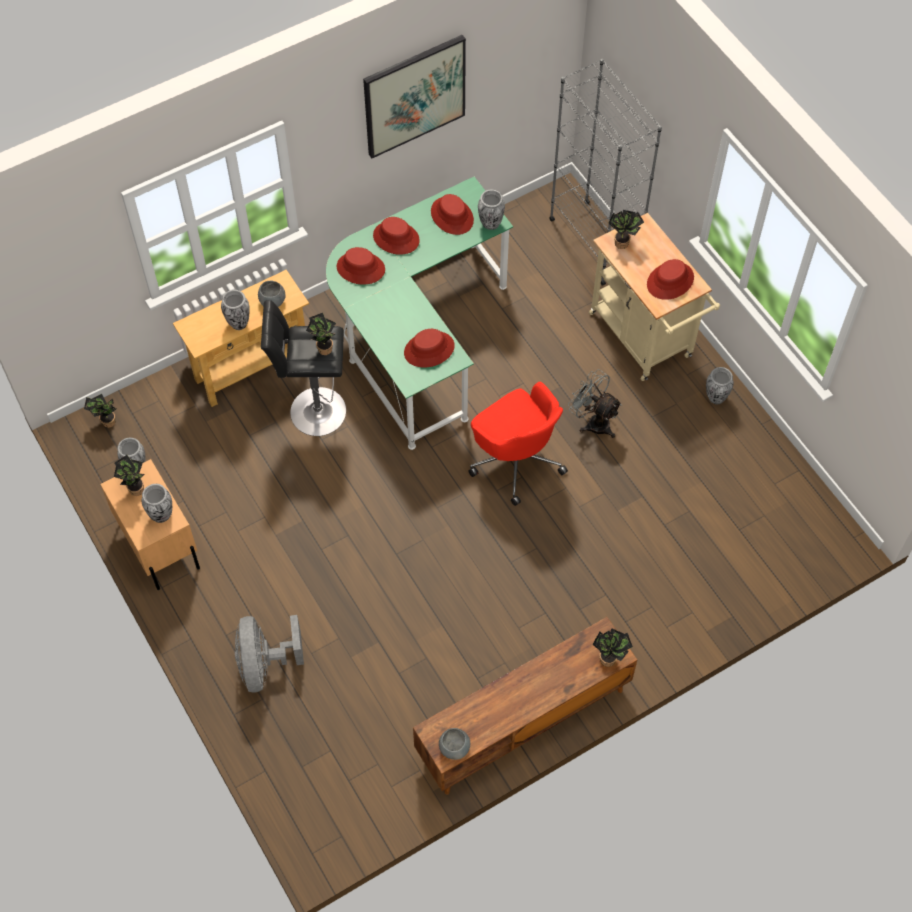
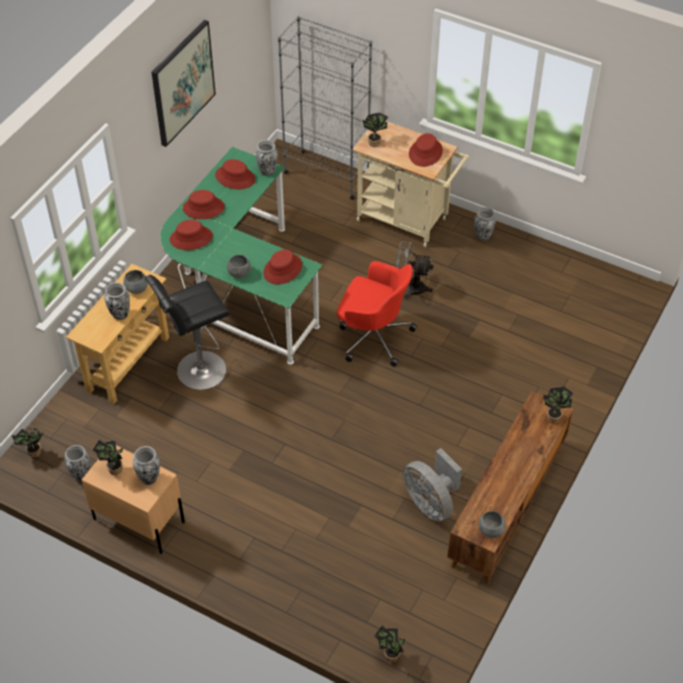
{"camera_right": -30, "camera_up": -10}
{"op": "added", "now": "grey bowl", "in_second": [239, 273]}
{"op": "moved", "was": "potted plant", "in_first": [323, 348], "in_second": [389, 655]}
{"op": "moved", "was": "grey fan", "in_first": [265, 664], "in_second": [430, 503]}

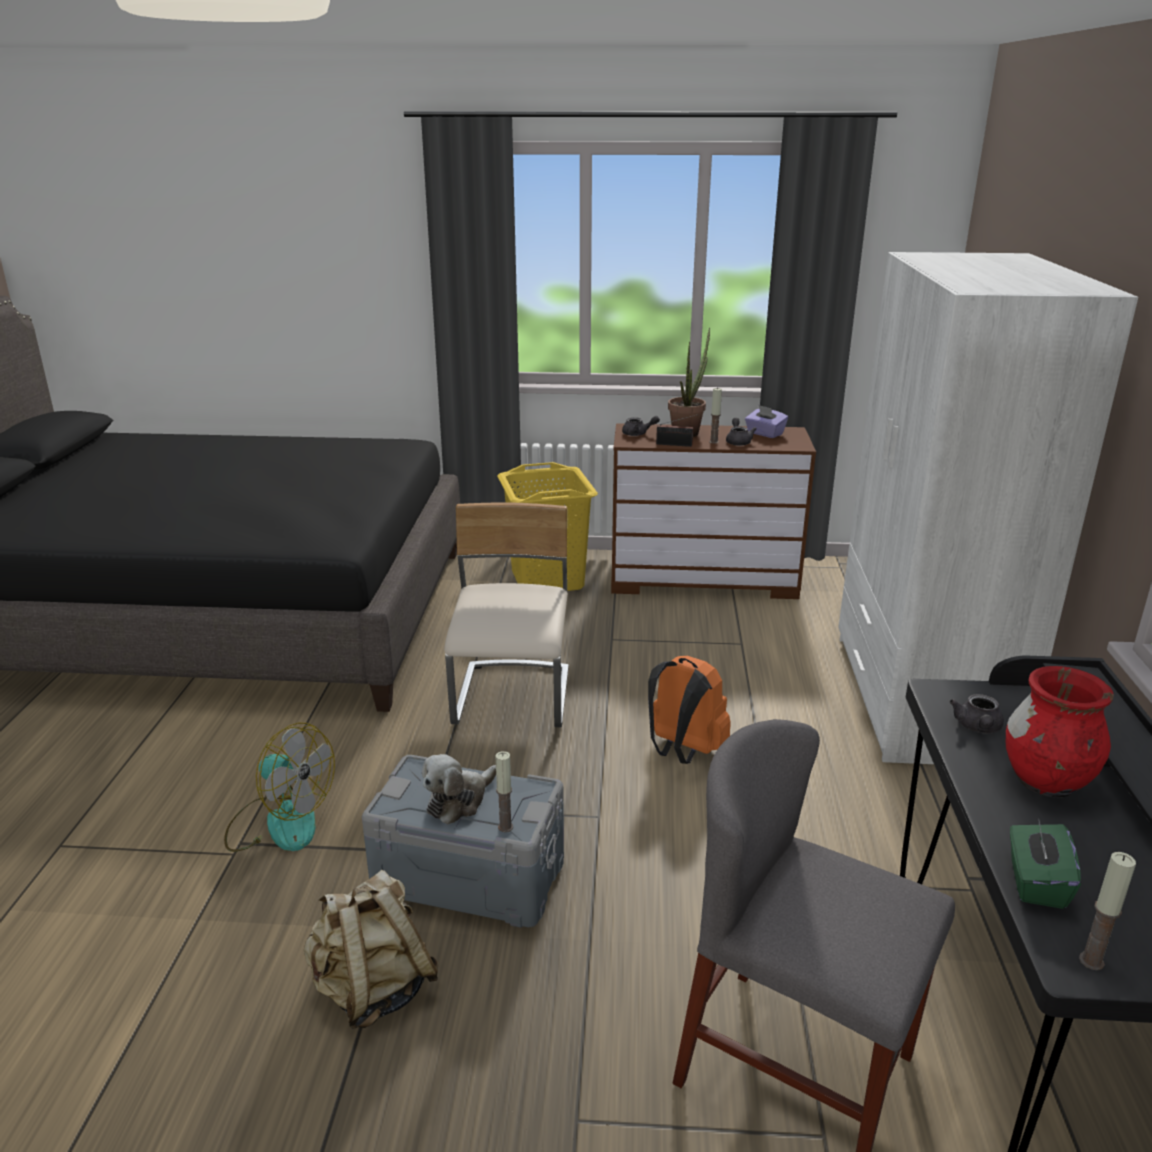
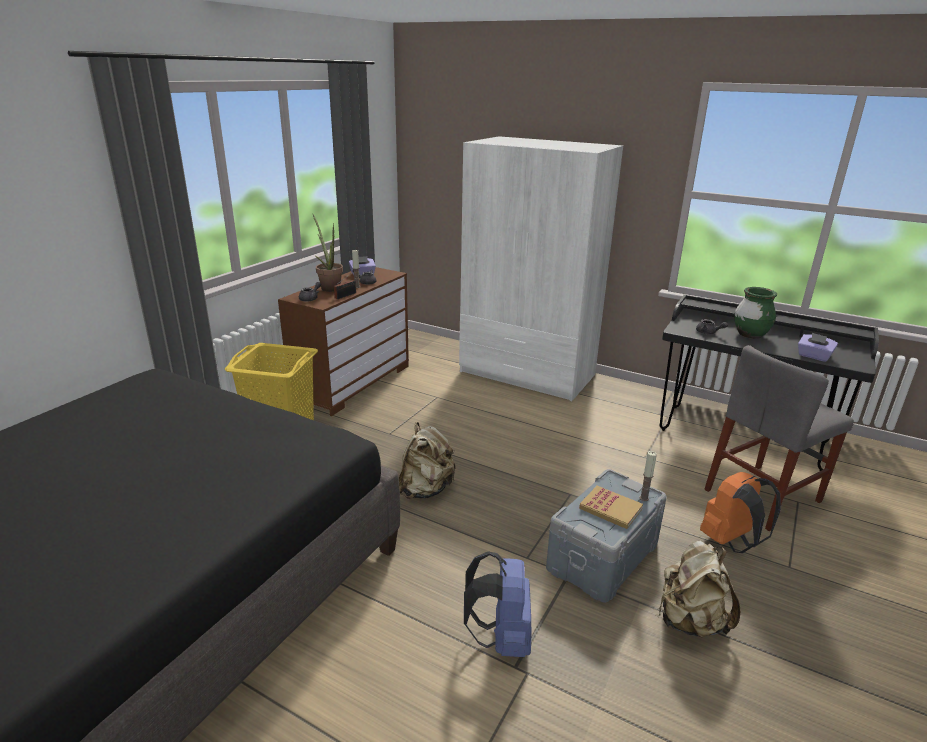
{"camera_right": -65, "camera_up": 0}
{"op": "replaced", "was": "beige chair", "now": "beige backpack", "in_first": [514, 698], "in_second": [425, 489]}
{"op": "replaced", "was": "fan", "now": "blue backpack", "in_first": [280, 822], "in_second": [501, 638]}
{"op": "replaced", "was": "plush toy", "now": "book", "in_first": [459, 801], "in_second": [610, 509]}
{"op": "moved", "was": "orange backpack", "in_first": [683, 751], "in_second": [730, 542]}
{"op": "recoloured", "was": "red vase", "now": "green vase", "in_first": [1046, 782], "in_second": [750, 335]}
{"op": "recoloured", "was": "green tissue box", "now": "purple tissue box", "in_first": [1035, 882], "in_second": [813, 356]}
{"op": "removed", "was": "candle", "in_first": [1091, 961]}

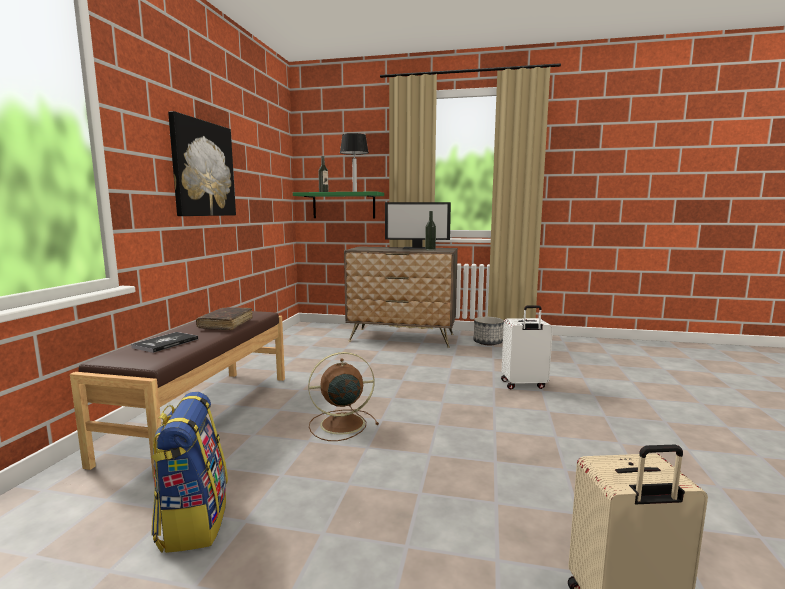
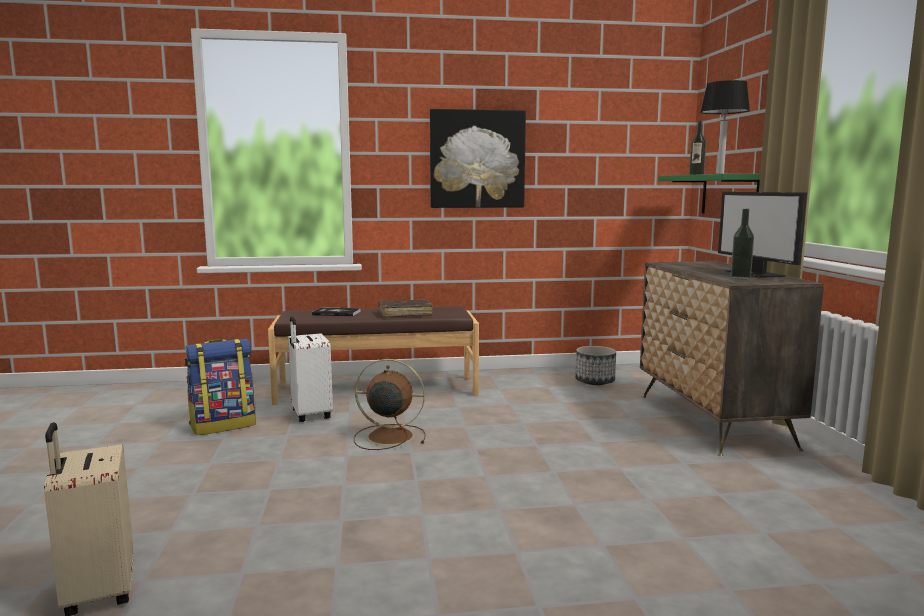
{"camera_right": 70, "camera_up": 0}
{"op": "moved", "was": "white suitcase", "in_first": [523, 385], "in_second": [310, 415]}
{"op": "turned", "was": "brown fan", "in_first": [340, 424], "in_second": [388, 437], "clockwise": -45}
{"op": "moved", "was": "planter", "in_first": [487, 342], "in_second": [595, 381]}

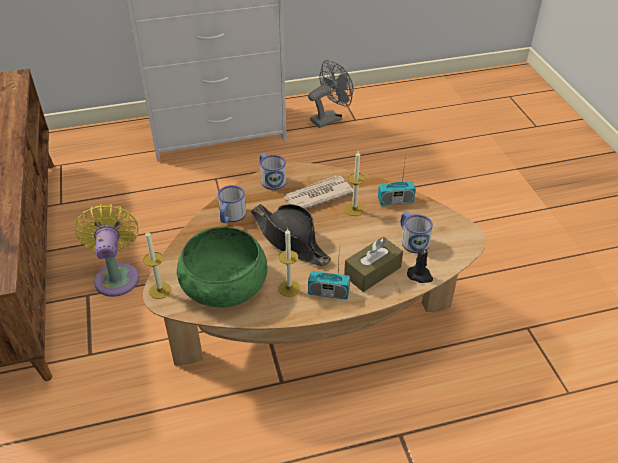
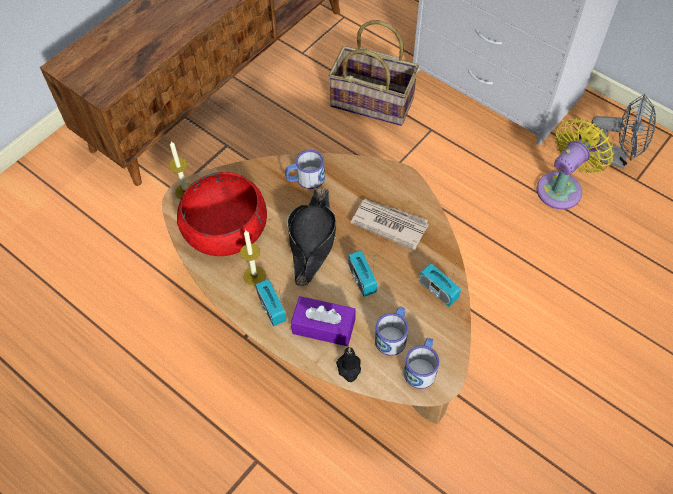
{"camera_right": 55, "camera_up": 15}
{"op": "recoloured", "was": "green bowl", "now": "red bowl", "in_first": [224, 283], "in_second": [225, 227]}
{"op": "recoloured", "was": "brown tissue box", "now": "purple tissue box", "in_first": [372, 271], "in_second": [323, 326]}
{"op": "added", "now": "basket", "in_second": [373, 101]}
{"op": "added", "now": "radio", "in_second": [362, 279]}
{"op": "moved", "was": "mug", "in_first": [271, 179], "in_second": [421, 367]}
{"op": "moved", "was": "yellow fan", "in_first": [117, 276], "in_second": [562, 187]}
{"op": "removed", "was": "candle", "in_first": [354, 209]}

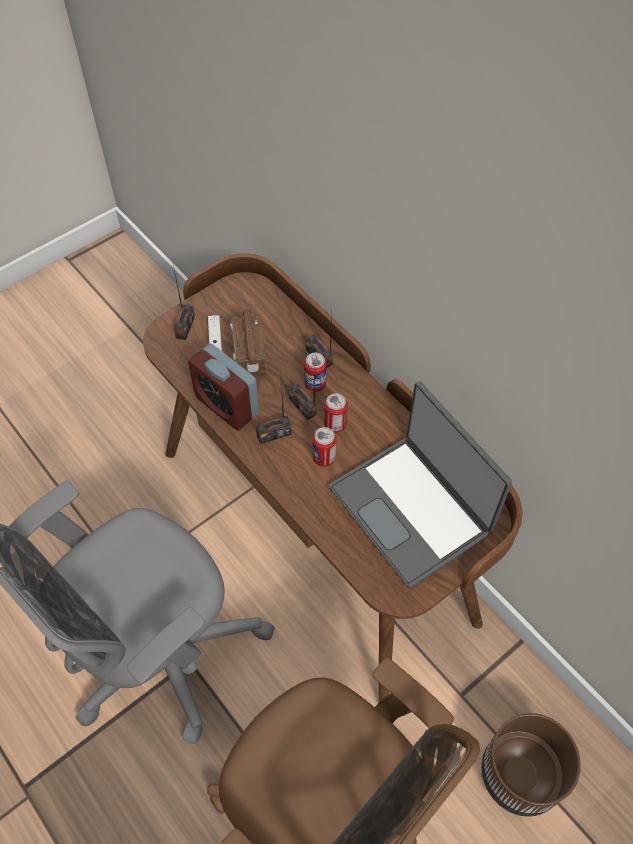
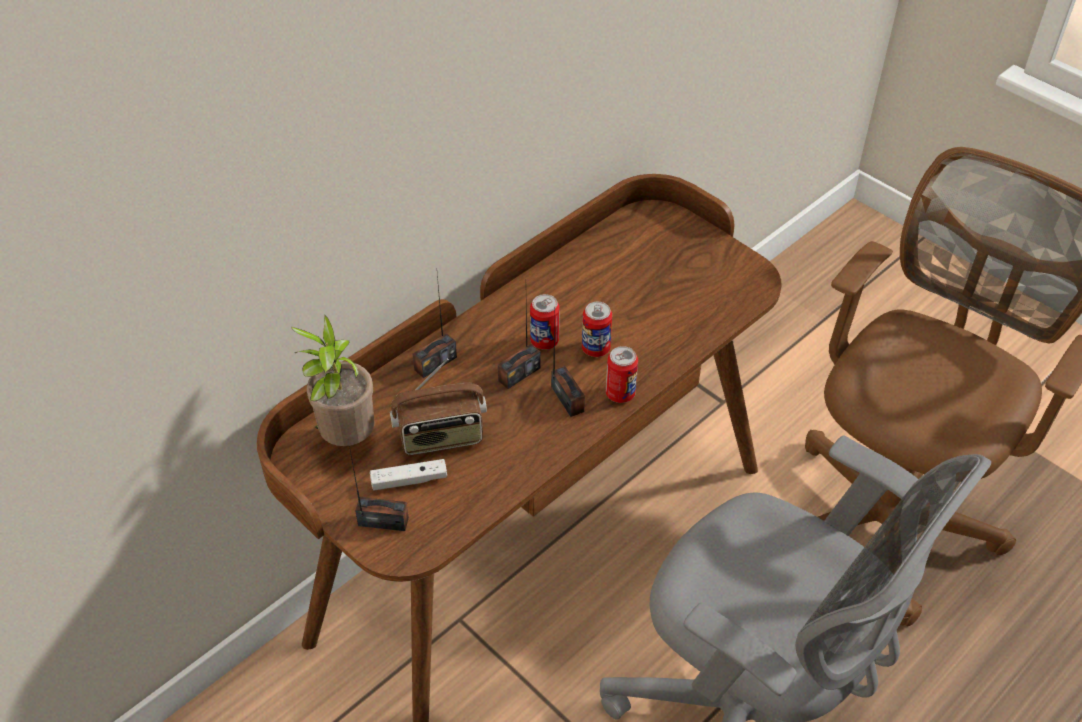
{"camera_right": -95, "camera_up": -10}
{"op": "added", "now": "potted plant", "in_second": [346, 438]}
{"op": "moved", "was": "can", "in_first": [315, 384], "in_second": [620, 394]}
{"op": "removed", "was": "alarm clock", "in_first": [227, 406]}
{"op": "removed", "was": "laptop", "in_first": [412, 509]}
{"op": "removed", "was": "brown planter", "in_first": [521, 774]}

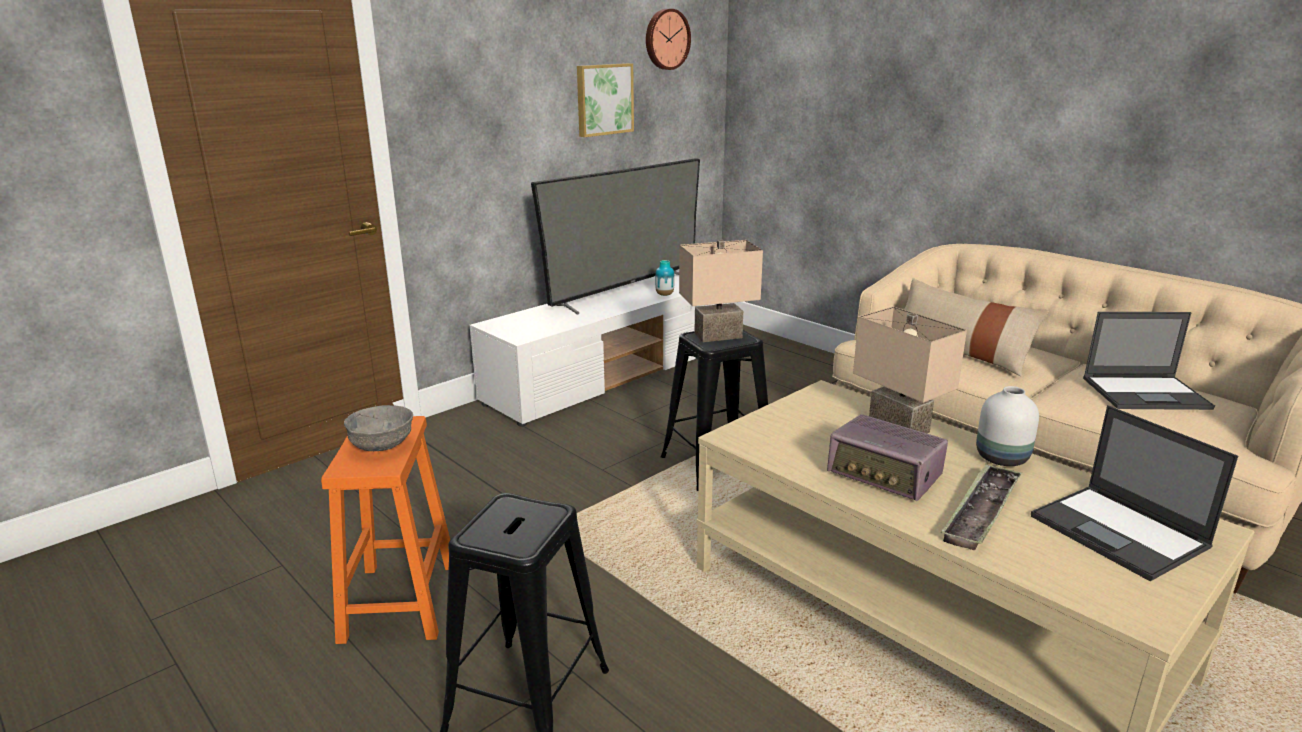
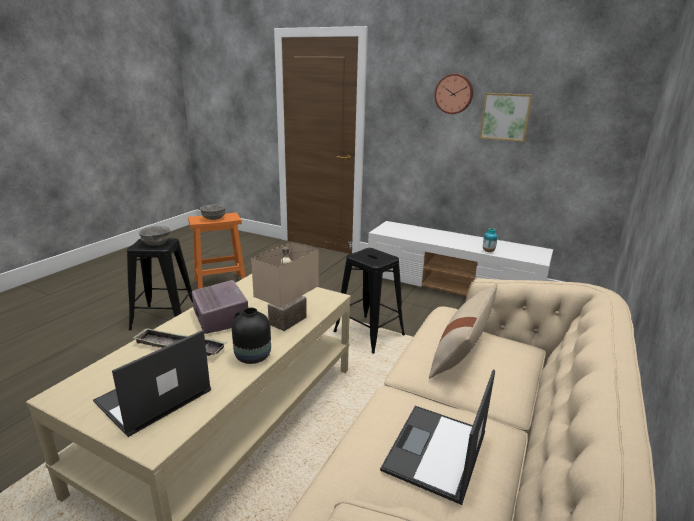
{"camera_right": 70, "camera_up": 0}
{"op": "added", "now": "grey bowl", "in_second": [157, 243]}
{"op": "turned", "was": "radio", "in_first": [885, 475], "in_second": [221, 318], "clockwise": 135}
{"op": "recoloured", "was": "white vase", "now": "black vase", "in_first": [1003, 458], "in_second": [253, 357]}
{"op": "turned", "was": "laptop", "in_first": [1146, 393], "in_second": [435, 452], "clockwise": 45}
{"op": "moved", "was": "wall clock", "in_first": [666, 39], "in_second": [454, 94]}
{"op": "removed", "was": "television", "in_first": [625, 291]}
{"op": "removed", "was": "beige table lamp", "in_first": [718, 336]}

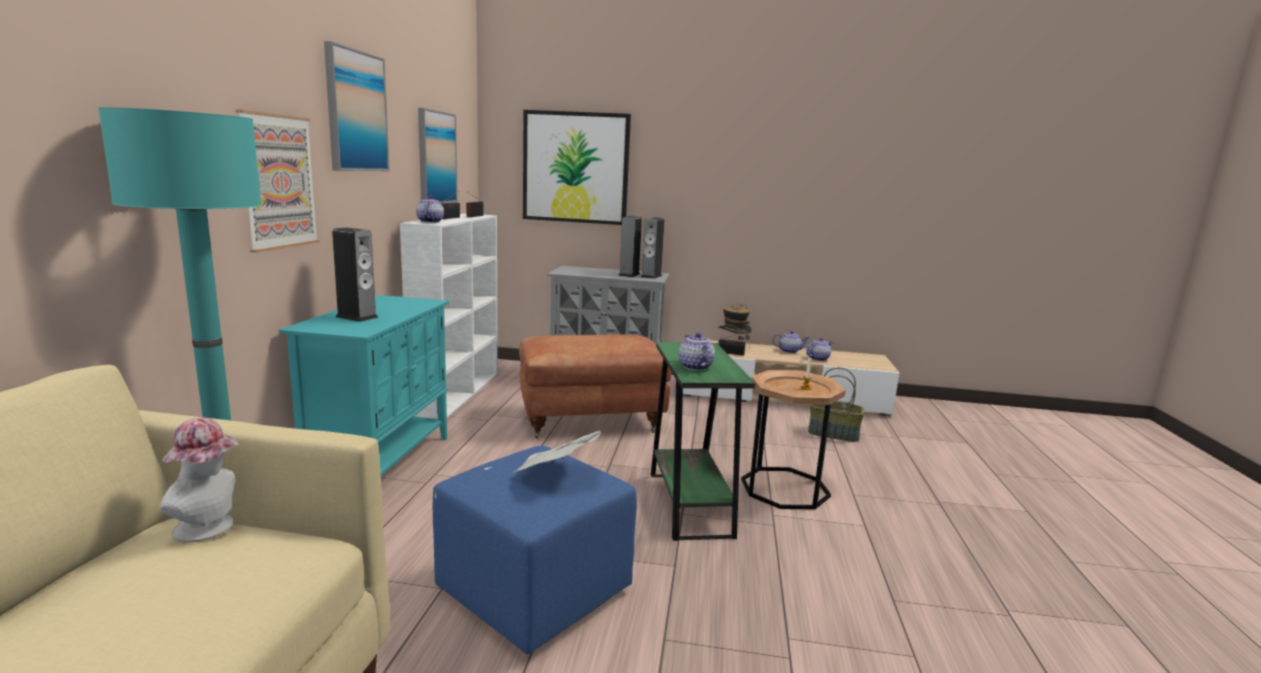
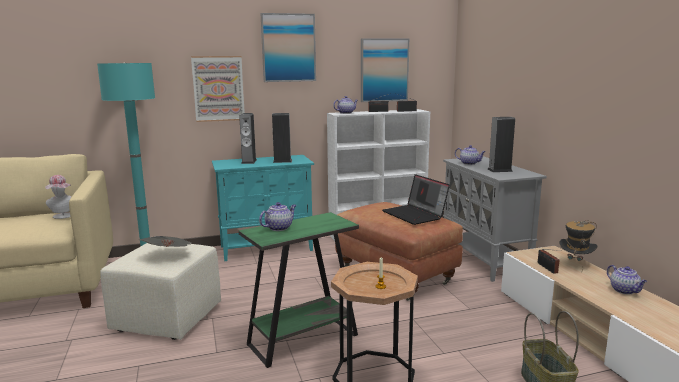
{"camera_right": 65, "camera_up": 0}
{"op": "recoloured", "was": "blue ottoman", "now": "beige ottoman", "in_first": [532, 591], "in_second": [168, 318]}
{"op": "moved", "was": "speaker", "in_first": [651, 276], "in_second": [282, 161]}
{"op": "added", "now": "laptop", "in_second": [415, 215]}
{"op": "moved", "was": "teapot", "in_first": [818, 358], "in_second": [469, 163]}
{"op": "removed", "was": "picture", "in_first": [575, 168]}

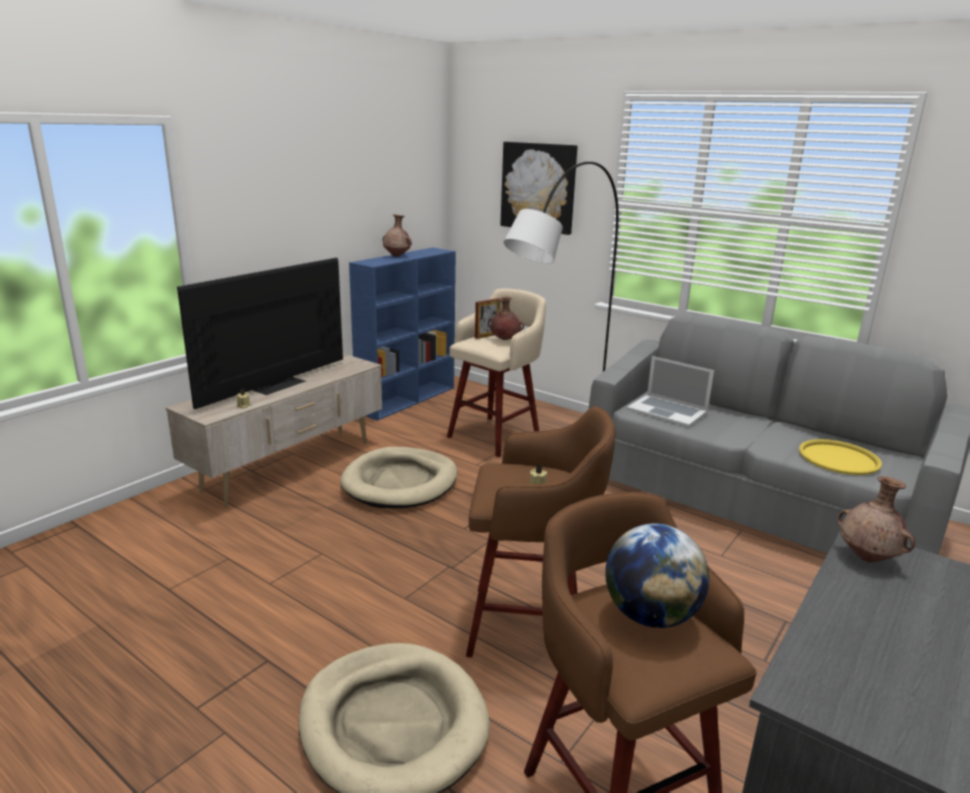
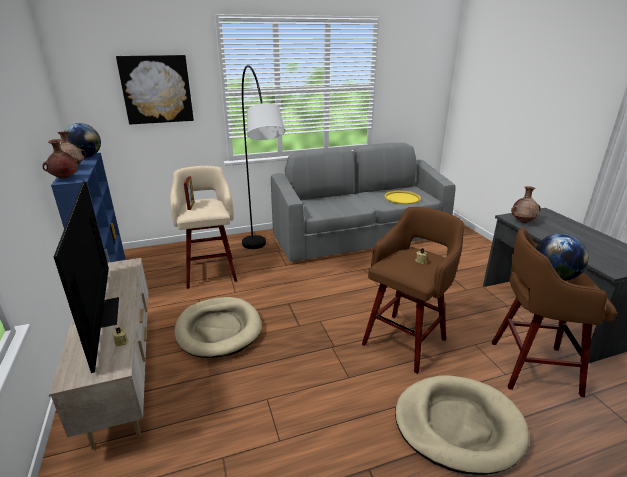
{"camera_right": -55, "camera_up": 5}
{"op": "moved", "was": "brown vase", "in_first": [504, 340], "in_second": [65, 178]}
{"op": "added", "now": "globe", "in_second": [86, 157]}
{"op": "removed", "was": "laptop", "in_first": [667, 410]}

